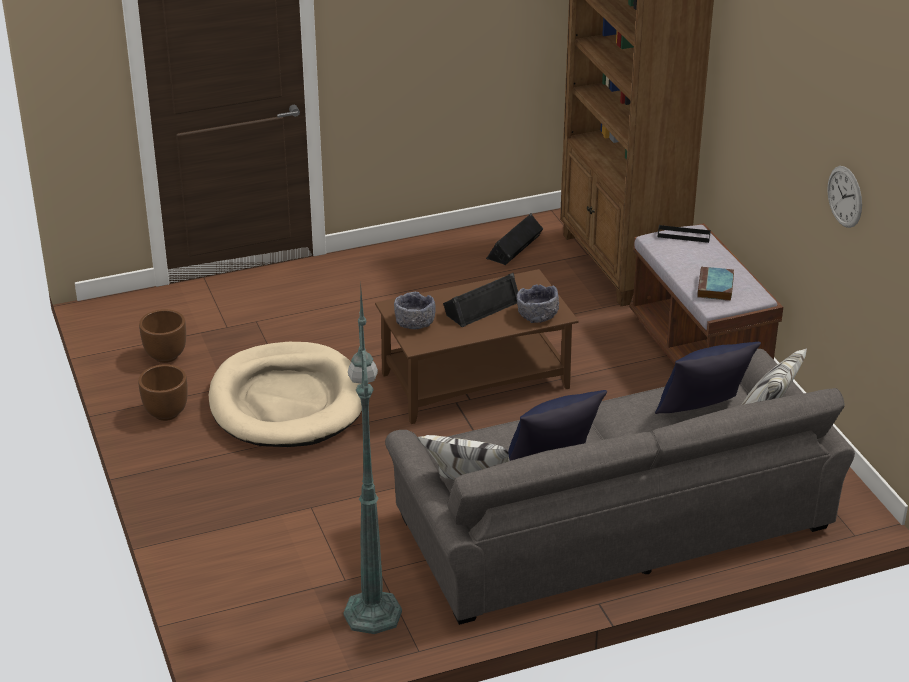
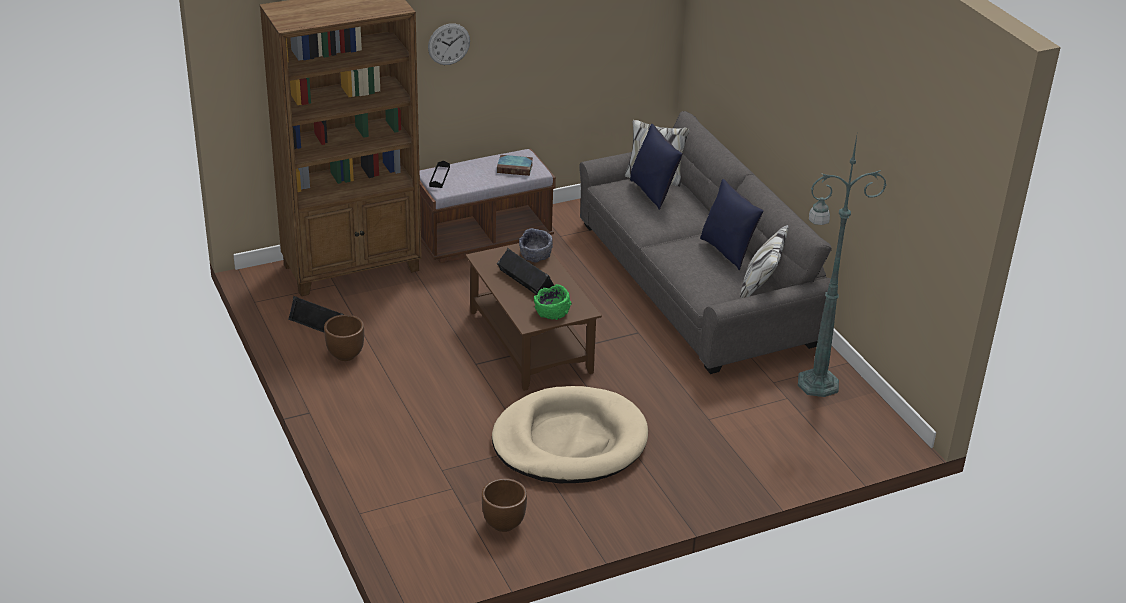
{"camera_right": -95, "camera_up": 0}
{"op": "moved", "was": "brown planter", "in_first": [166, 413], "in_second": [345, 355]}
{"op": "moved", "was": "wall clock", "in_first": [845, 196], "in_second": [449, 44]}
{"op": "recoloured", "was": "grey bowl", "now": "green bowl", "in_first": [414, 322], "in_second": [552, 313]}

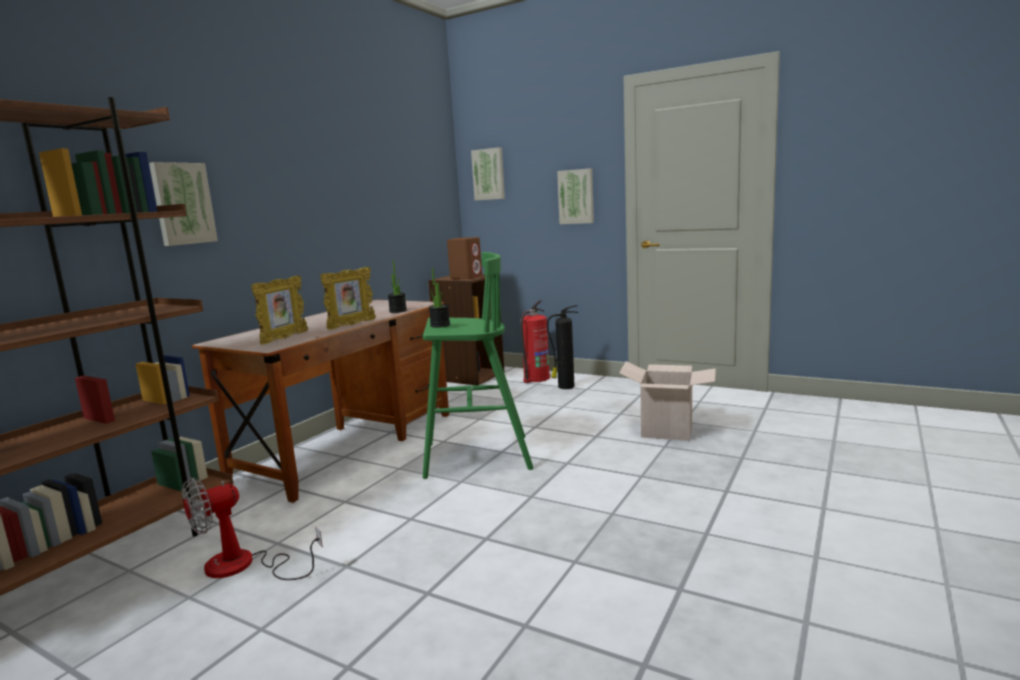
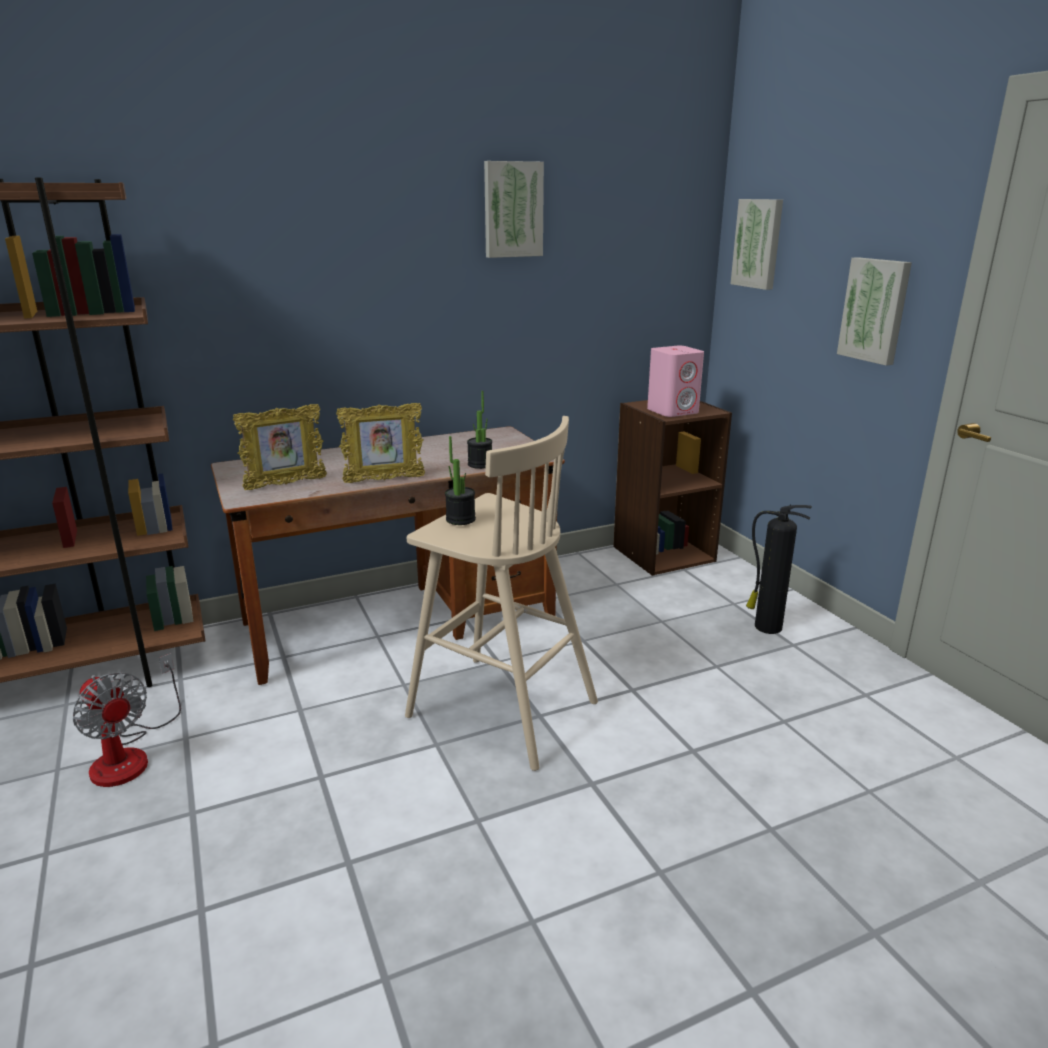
{"camera_right": 35, "camera_up": 10}
{"op": "turned", "was": "fan", "in_first": [244, 566], "in_second": [130, 754], "clockwise": -135}
{"op": "recoloured", "was": "green stool", "now": "beige stool", "in_first": [474, 457], "in_second": [499, 708]}
{"op": "moved", "was": "picture", "in_first": [182, 204], "in_second": [512, 209]}
{"op": "recoloured", "was": "brown speaker", "now": "pink speaker", "in_first": [466, 277], "in_second": [673, 411]}
{"op": "removed", "was": "fire extinguisher", "in_first": [536, 378]}
{"op": "removed", "was": "cardboard box", "in_first": [667, 431]}

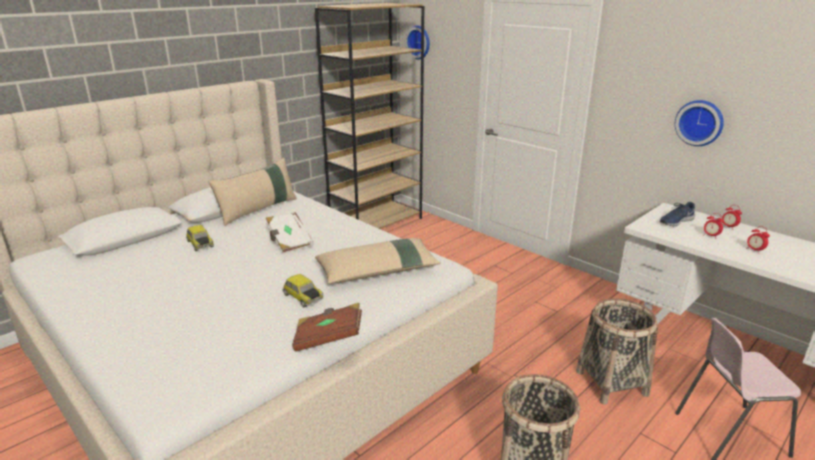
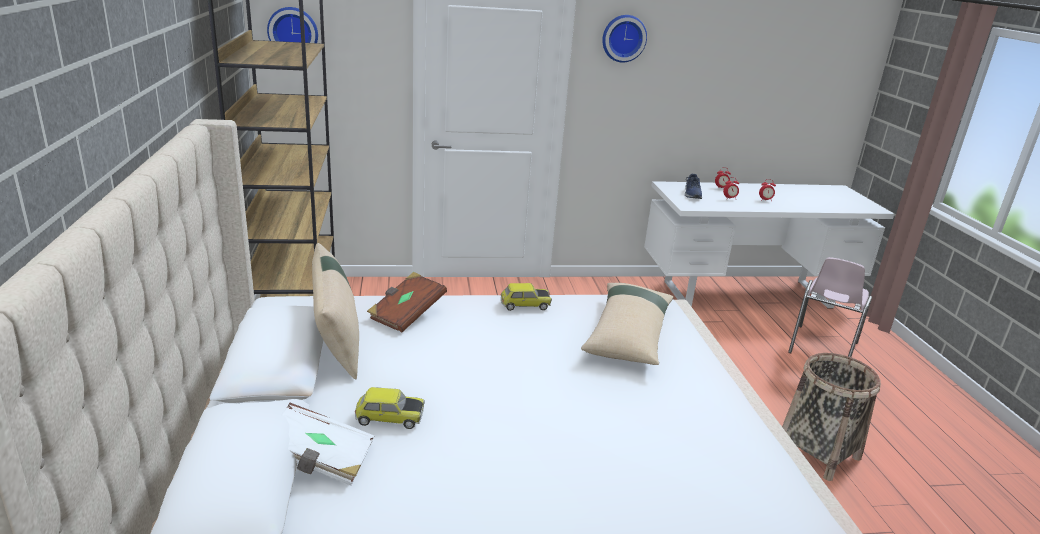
{"camera_right": -55, "camera_up": 0}
{"op": "moved", "was": "white book", "in_first": [289, 242], "in_second": [320, 460]}
{"op": "moved", "was": "brown book", "in_first": [328, 338], "in_second": [406, 314]}
{"op": "moved", "was": "toy car", "in_first": [302, 297], "in_second": [525, 305]}
{"op": "moved", "was": "wall clock", "in_first": [700, 122], "in_second": [623, 38]}
{"op": "removed", "was": "basket", "in_first": [611, 383]}

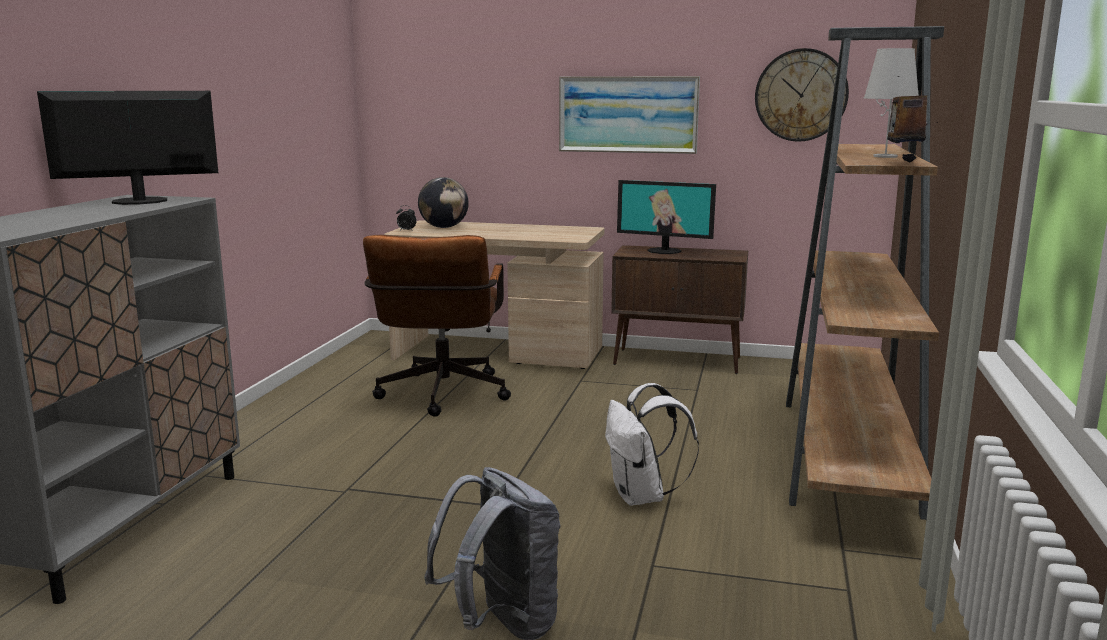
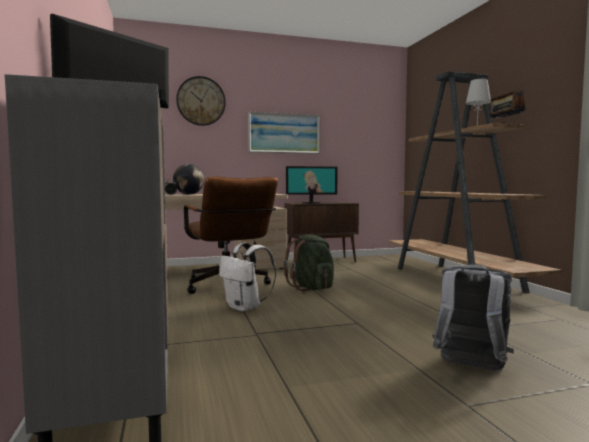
{"camera_right": -30, "camera_up": -10}
{"op": "moved", "was": "wall clock", "in_first": [801, 95], "in_second": [201, 101]}
{"op": "moved", "was": "white backpack", "in_first": [642, 497], "in_second": [245, 307]}
{"op": "added", "now": "green backpack", "in_second": [312, 288]}

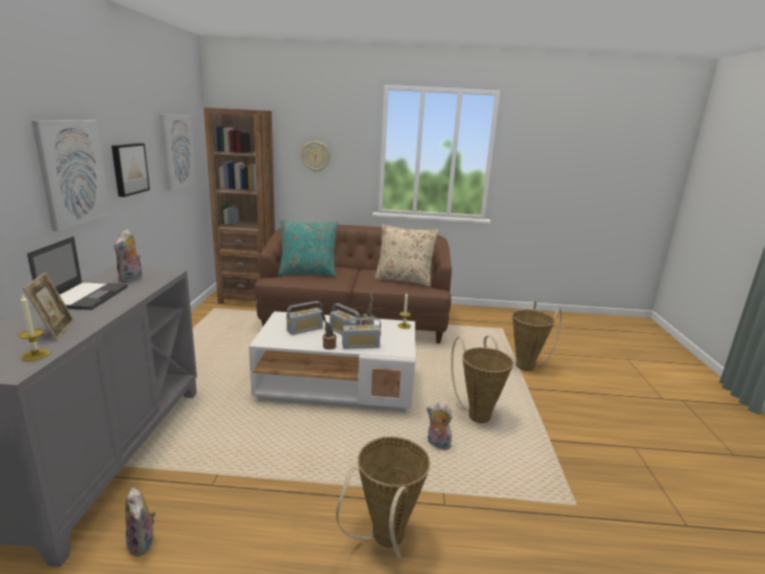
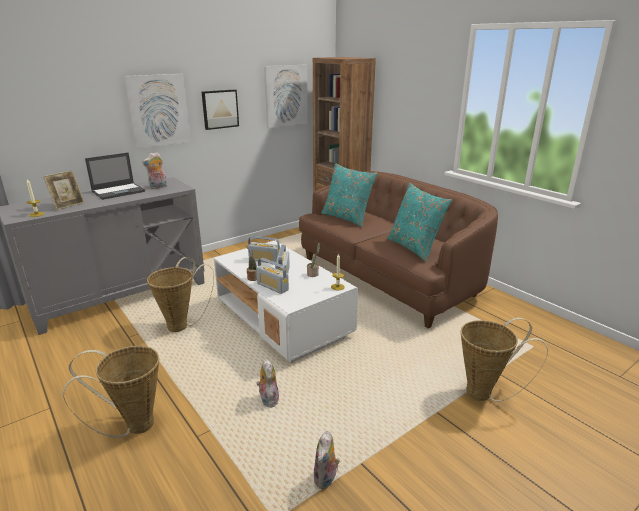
{"camera_right": 50, "camera_up": 5}
{"op": "moved", "was": "basket", "in_first": [477, 413], "in_second": [182, 325]}
{"op": "moved", "was": "plush toy", "in_first": [143, 543], "in_second": [326, 479]}
{"op": "recoloured", "was": "beige pillow", "now": "turquoise pillow", "in_first": [404, 280], "in_second": [414, 247]}
{"op": "removed", "was": "wall clock", "in_first": [316, 156]}

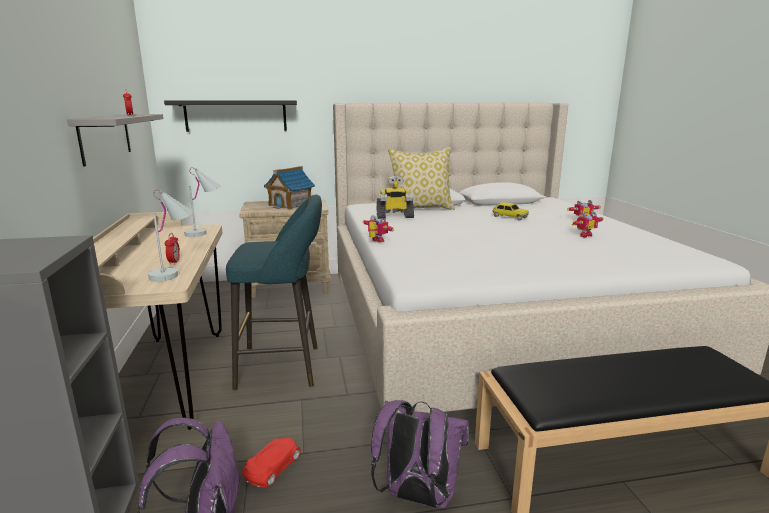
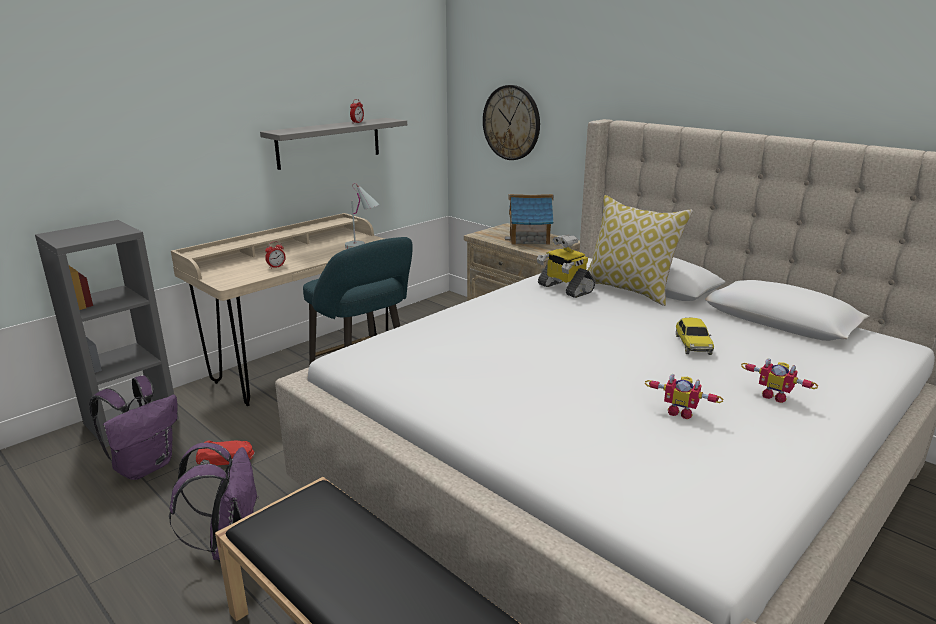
{"camera_right": 55, "camera_up": 5}
{"op": "replaced", "was": "black shelf", "now": "wall clock", "in_first": [236, 115], "in_second": [511, 123]}
{"op": "removed", "was": "white table lamp", "in_first": [175, 273]}
{"op": "removed", "was": "toy robot", "in_first": [376, 241]}

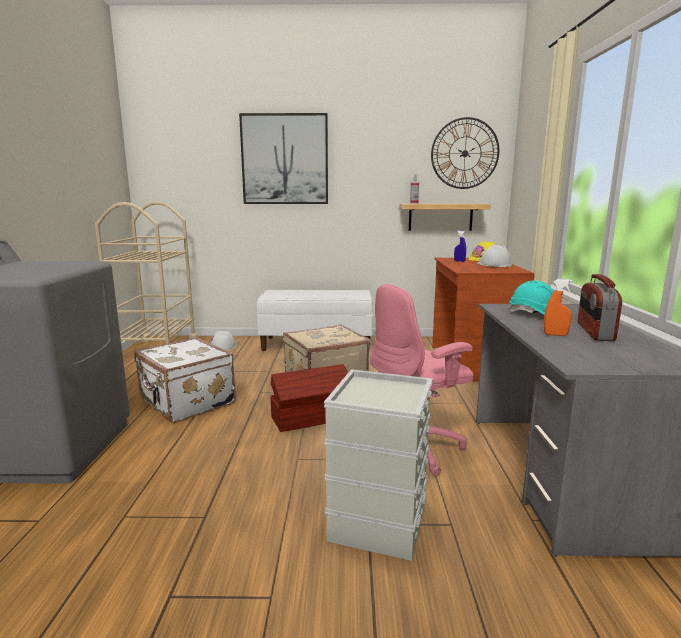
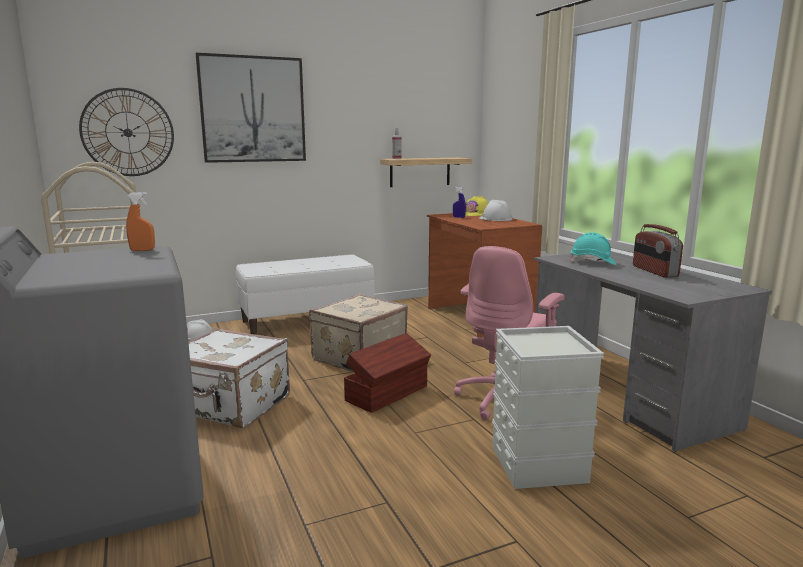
{"camera_right": -25, "camera_up": 0}
{"op": "moved", "was": "wall clock", "in_first": [465, 153], "in_second": [128, 132]}
{"op": "moved", "was": "orange spray bottle", "in_first": [555, 334], "in_second": [142, 250]}

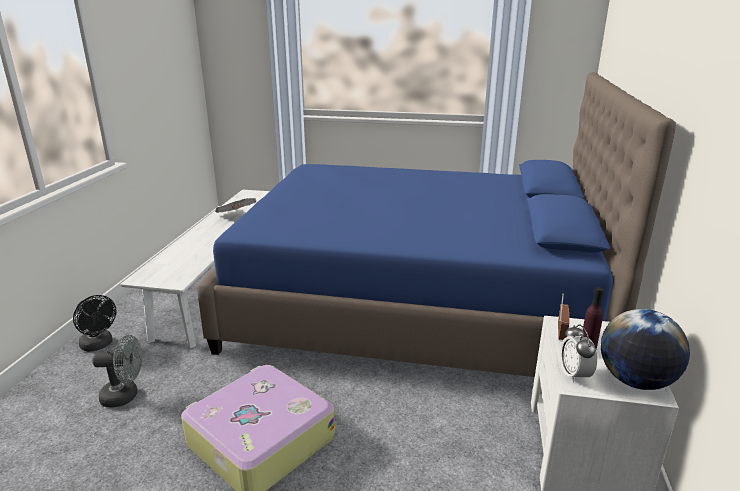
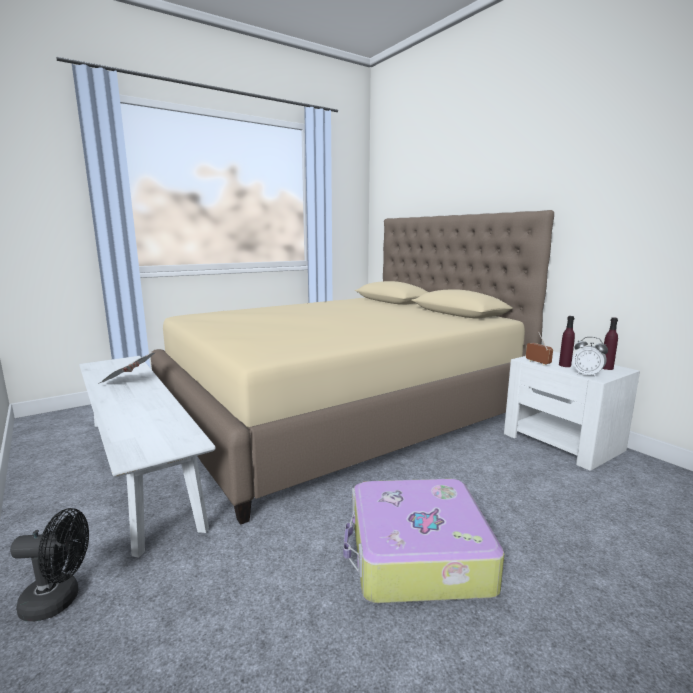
{"camera_right": -45, "camera_up": -10}
{"op": "recoloured", "was": "blue bed", "now": "beige bed", "in_first": [415, 302], "in_second": [342, 413]}
{"op": "replaced", "was": "globe", "now": "purple bottle", "in_first": [635, 381], "in_second": [606, 368]}
{"op": "removed", "was": "grey fan", "in_first": [125, 396]}

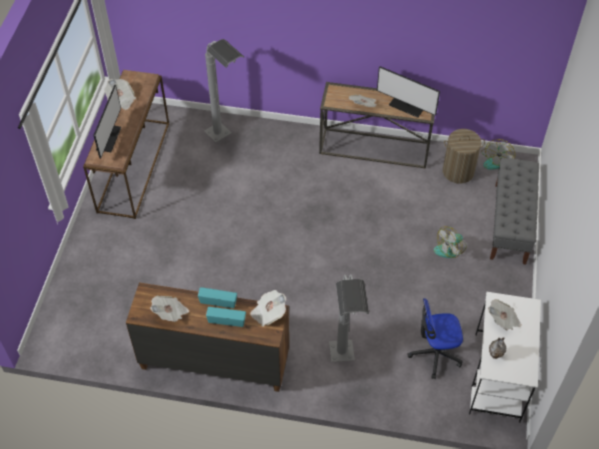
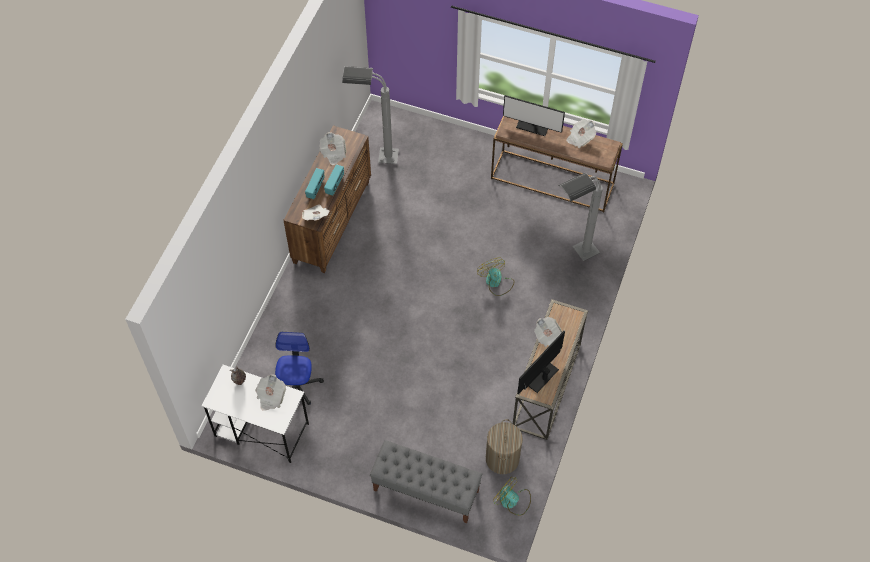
{"camera_right": 100, "camera_up": 5}
{"op": "moved", "was": "grey floor lamp", "in_first": [344, 367], "in_second": [374, 156]}
{"op": "moved", "was": "fan", "in_first": [450, 248], "in_second": [496, 282]}

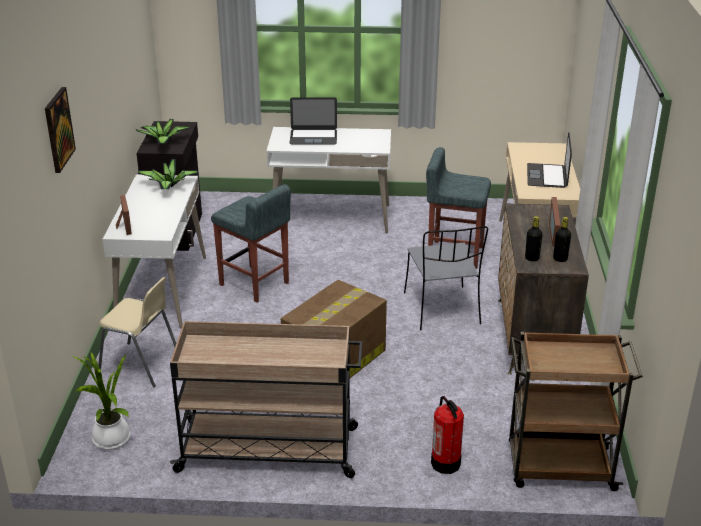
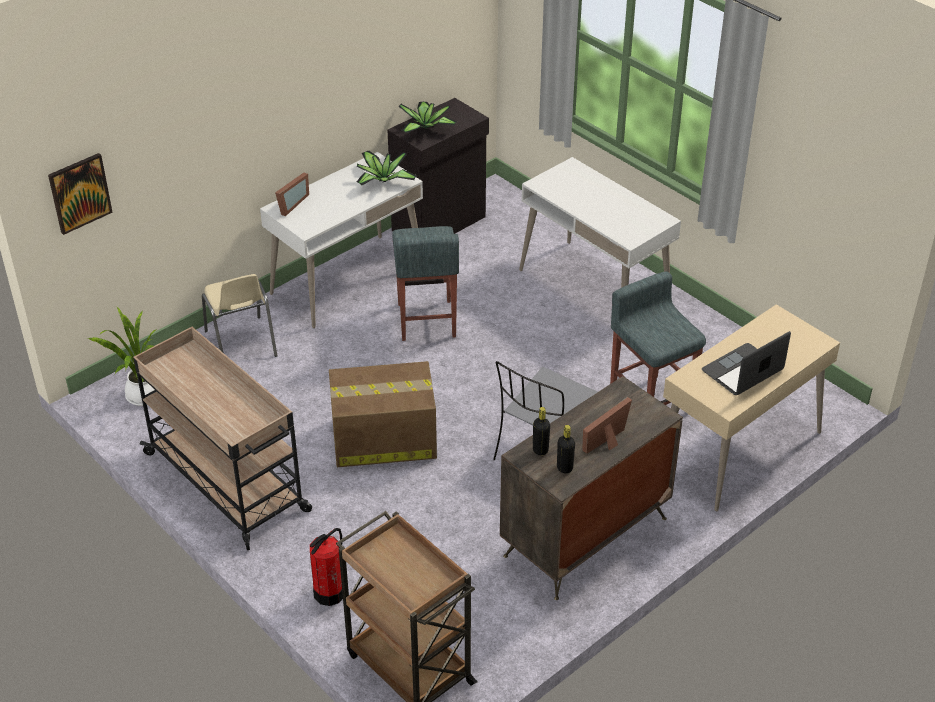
{"camera_right": 45, "camera_up": 10}
{"op": "moved", "was": "picture", "in_first": [58, 129], "in_second": [79, 193]}
{"op": "removed", "was": "laptop", "in_first": [313, 137]}

